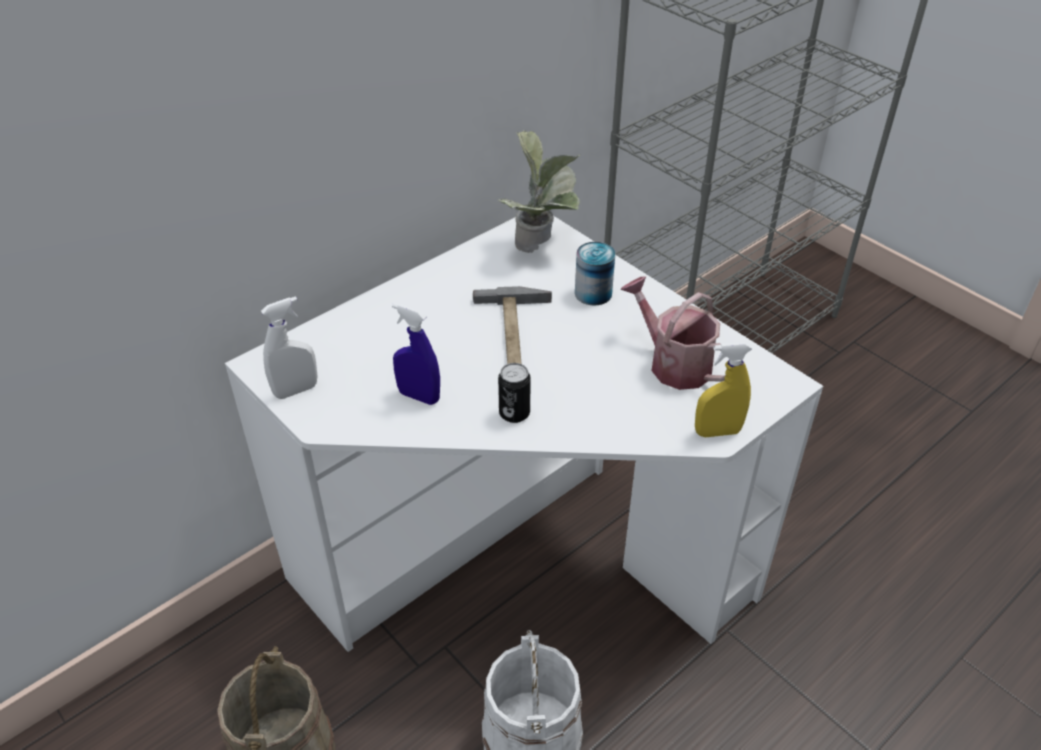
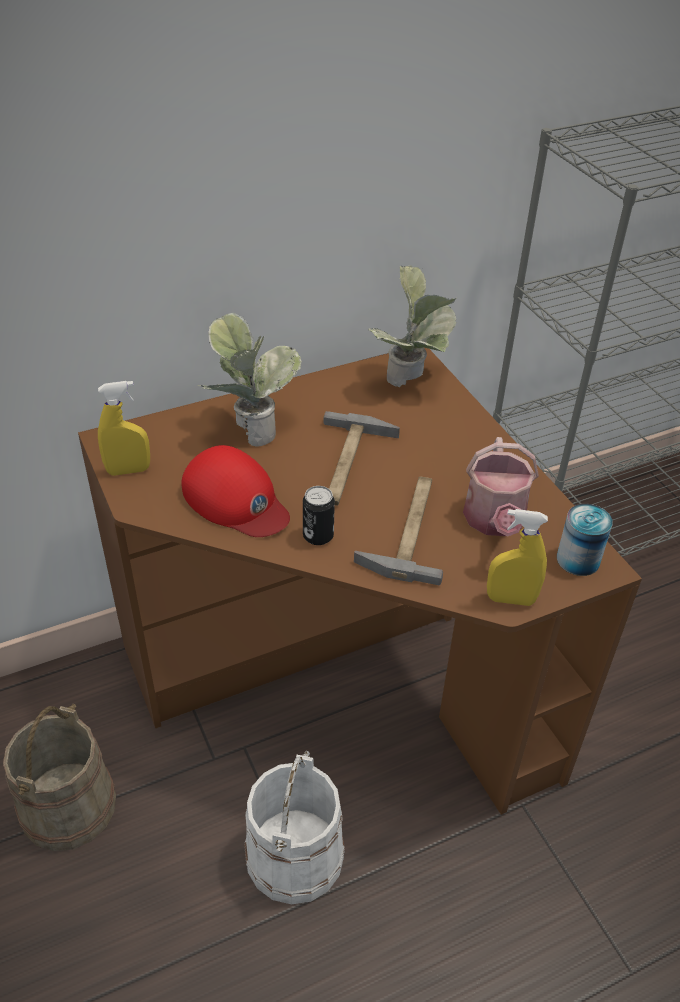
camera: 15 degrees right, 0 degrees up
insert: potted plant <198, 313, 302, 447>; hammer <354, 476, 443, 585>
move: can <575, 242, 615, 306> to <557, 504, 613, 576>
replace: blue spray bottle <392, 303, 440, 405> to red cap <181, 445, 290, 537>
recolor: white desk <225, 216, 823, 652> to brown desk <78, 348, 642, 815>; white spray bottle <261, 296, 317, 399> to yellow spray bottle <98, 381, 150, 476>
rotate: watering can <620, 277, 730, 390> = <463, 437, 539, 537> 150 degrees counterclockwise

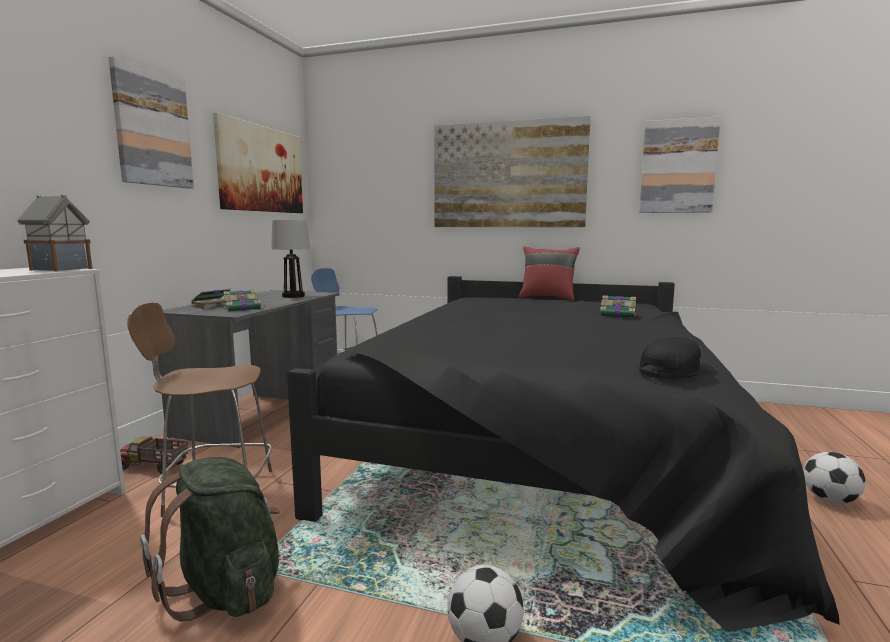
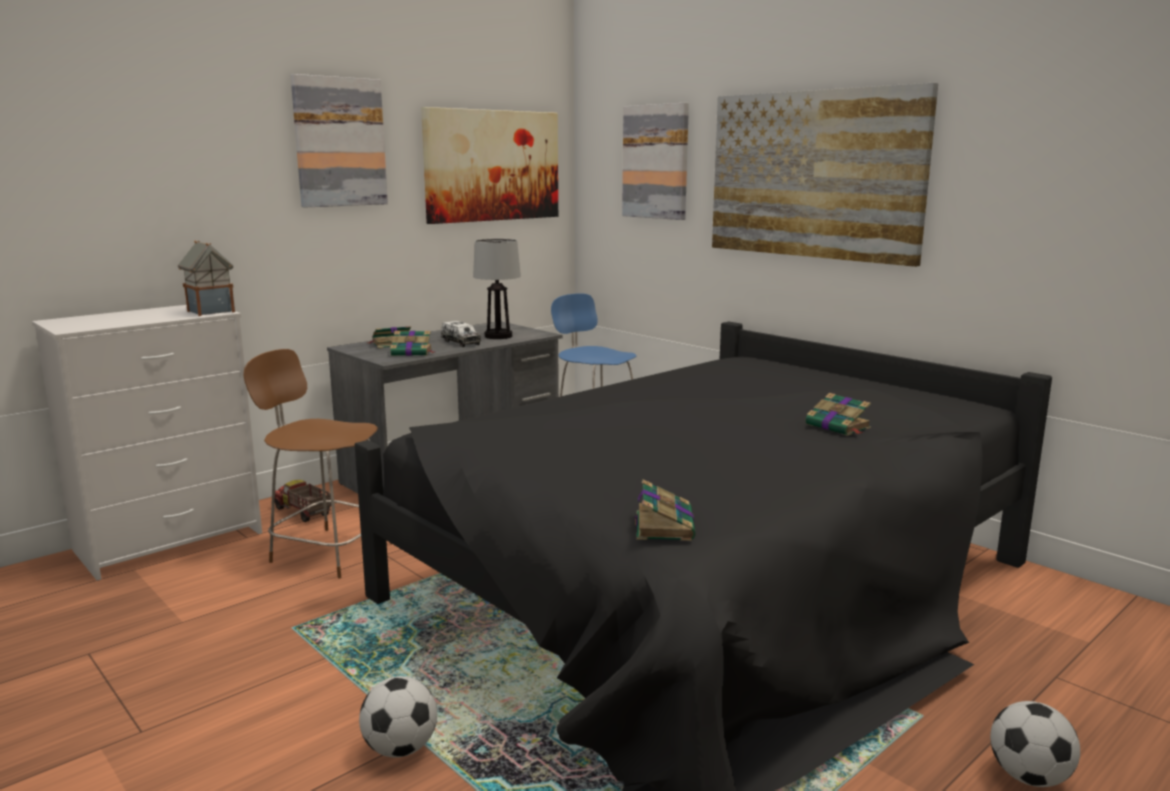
camera: 30 degrees right, 5 degrees up
delete: red pillow <519, 246, 580, 301>; green backpack <140, 457, 280, 622>
insert: toy truck <441, 321, 481, 347>
move: picture <639, 117, 721, 213> to <622, 103, 689, 220>
replace: black cap <639, 337, 719, 379> to book <634, 479, 695, 541>

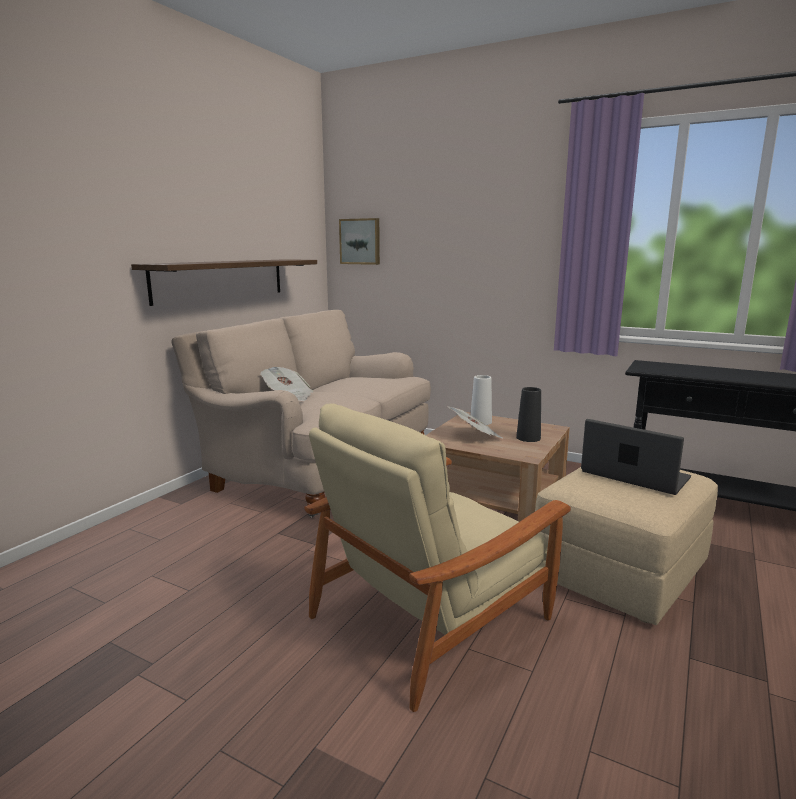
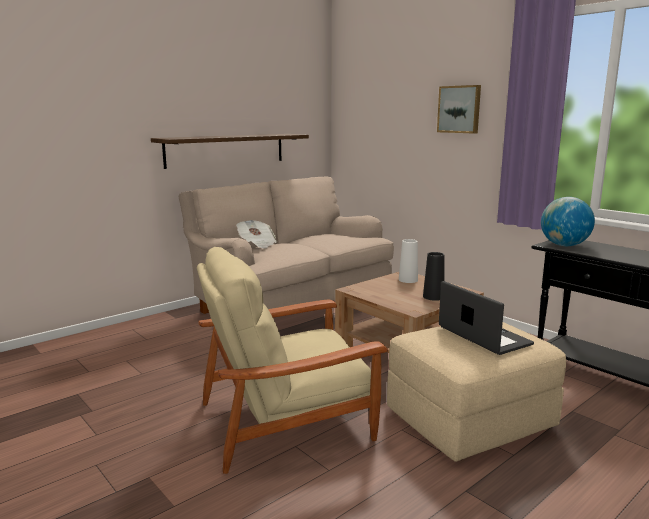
camera: 20 degrees right, 0 degrees up
delete: newspaper <448, 407, 504, 439>
insert: globe <541, 197, 595, 246>
move: picture <339, 218, 380, 265> to <437, 85, 481, 134>

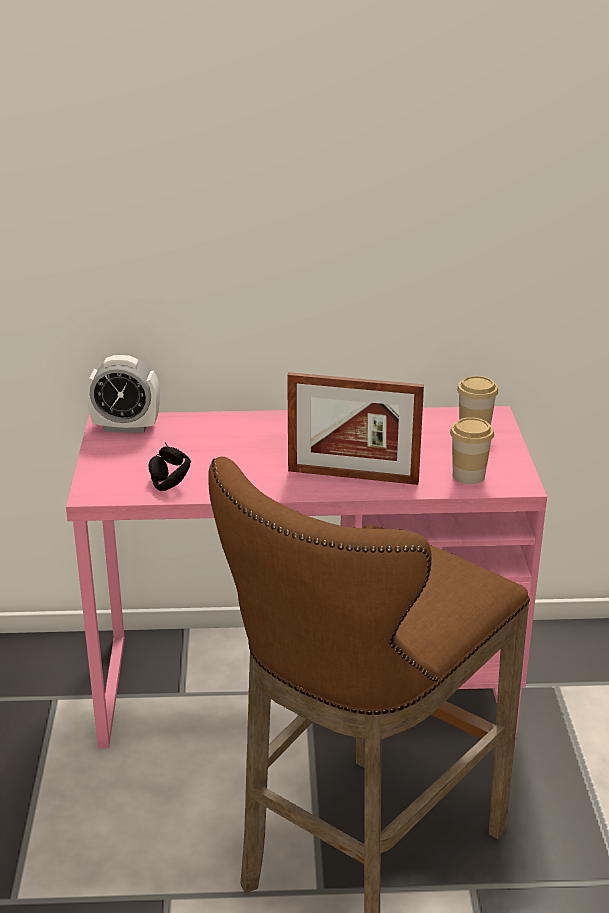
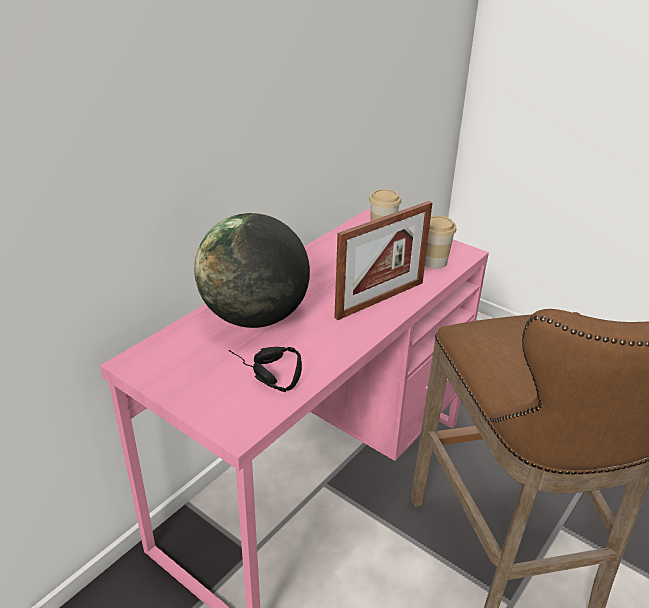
camera: 50 degrees left, 5 degrees up
delete: alarm clock <86, 355, 160, 433>
insert: globe <194, 213, 310, 328>

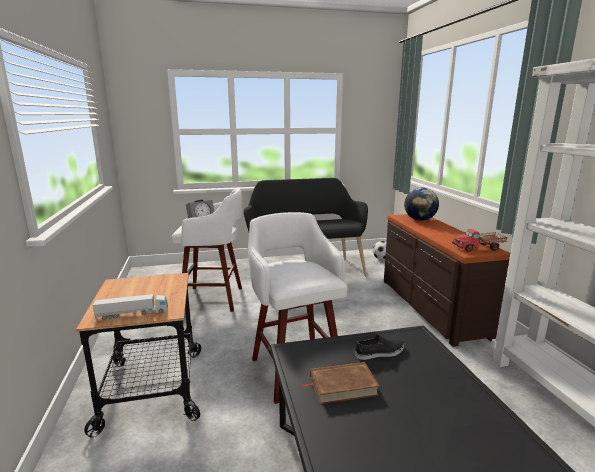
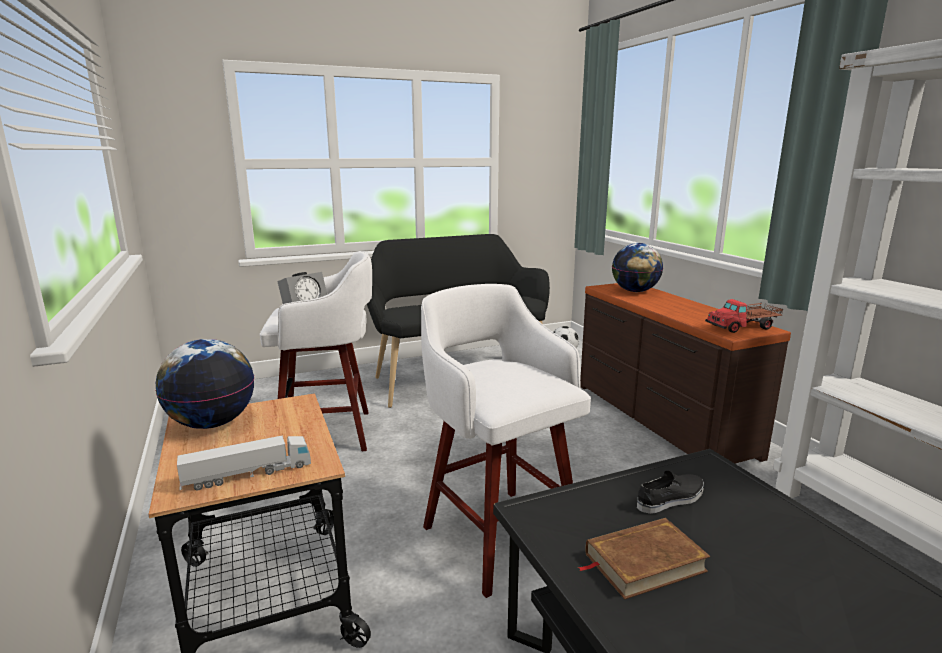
camera: 10 degrees left, 0 degrees up
insert: globe <156, 339, 254, 429>

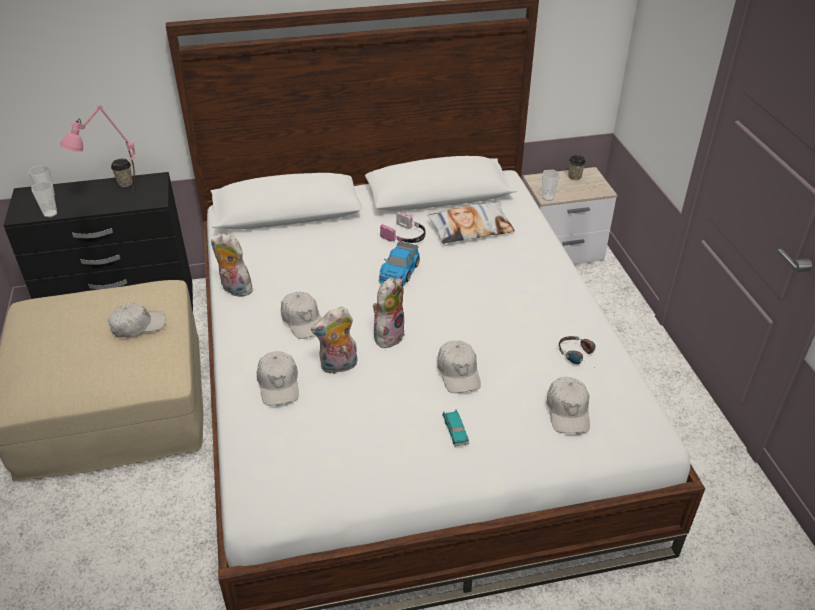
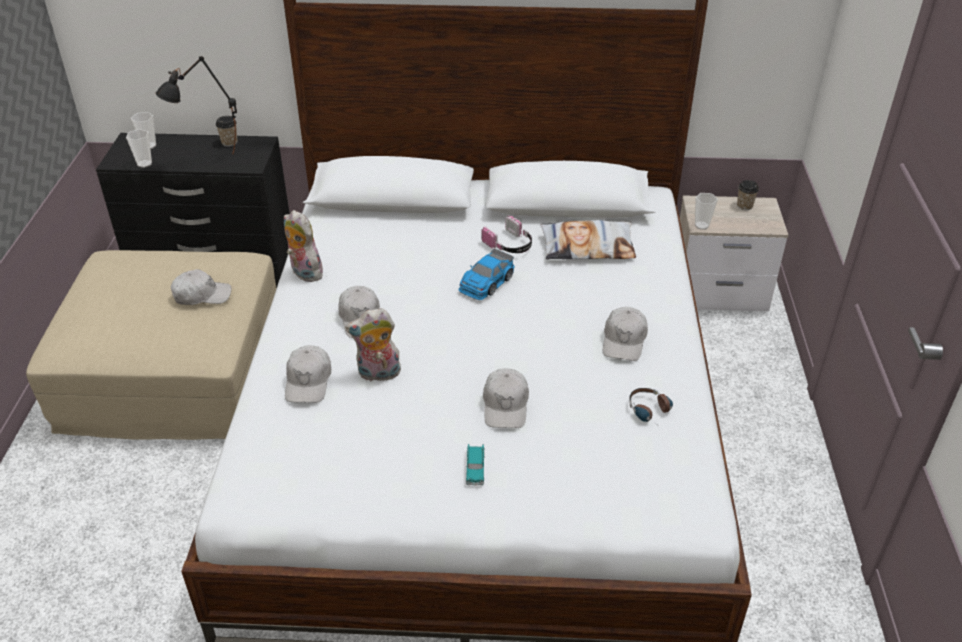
camera: 15 degrees right, 0 degrees up
delete: plush toy <373, 278, 405, 348>
move: white cap <546, 377, 590, 433> to <603, 307, 648, 361>
recolor: pink table lamp <59, 105, 136, 193> to black table lamp <156, 56, 237, 154>

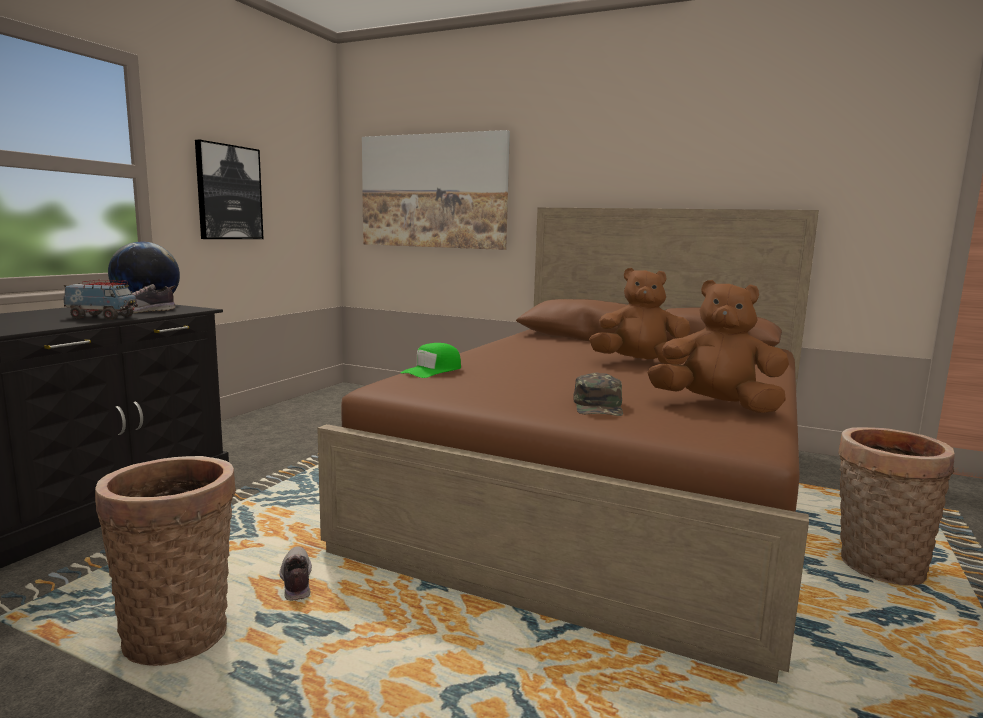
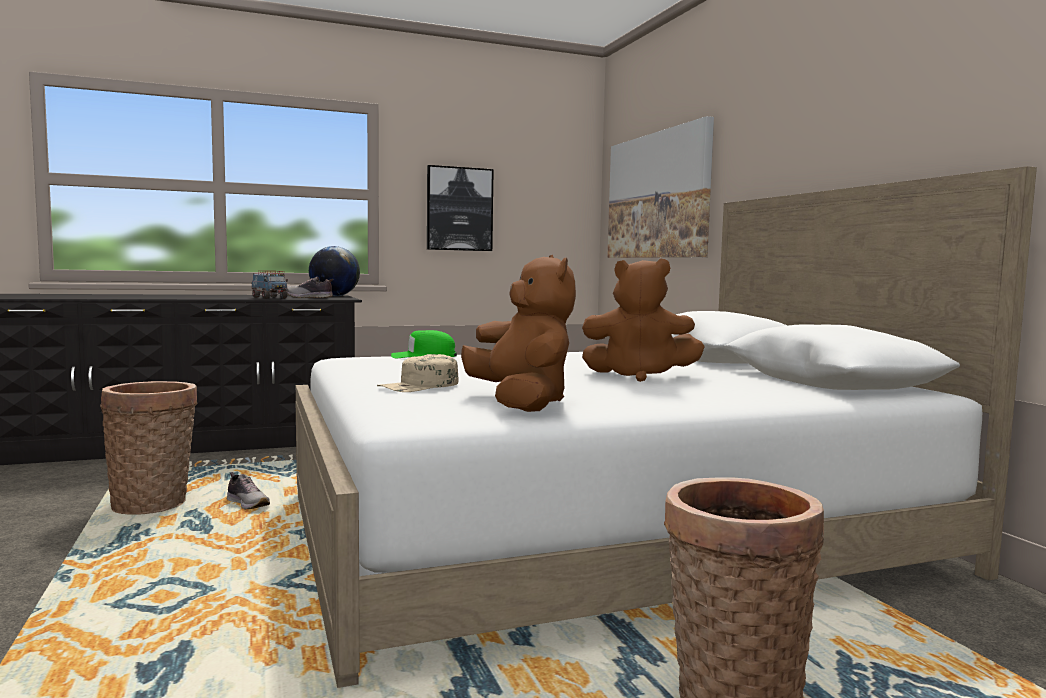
camera: 45 degrees right, 5 degrees down
recolor: brown bed <317, 208, 819, 683> to white bed <296, 166, 1037, 688>; green cap <573, 373, 623, 416> to beige cap <377, 354, 459, 392>
rotate: brown plush toy <589, 268, 690, 365> = <582, 258, 705, 382> 135 degrees clockwise; shoe <279, 546, 312, 601> = <227, 472, 270, 509> 105 degrees clockwise

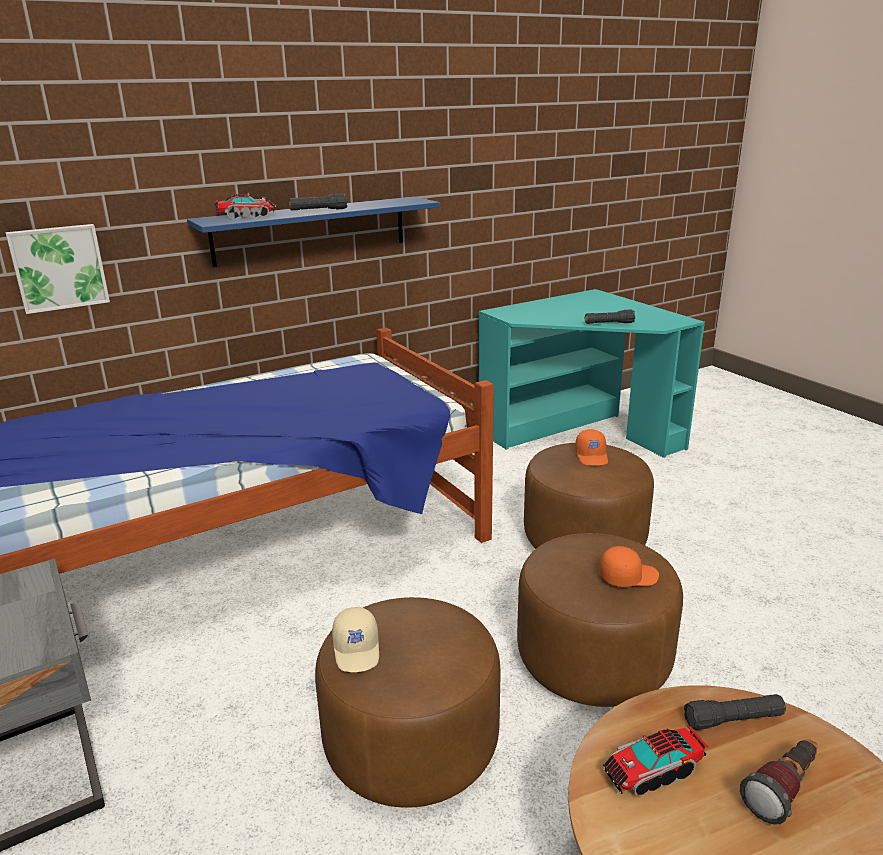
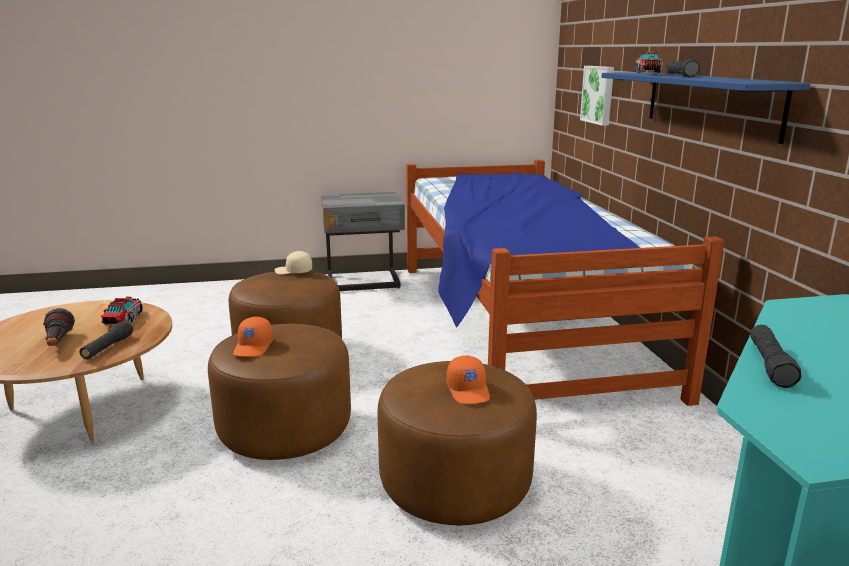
camera: 110 degrees right, 5 degrees down
rotate: orange cap <575, 429, 608, 465> = <446, 355, 490, 404> 120 degrees counterclockwise

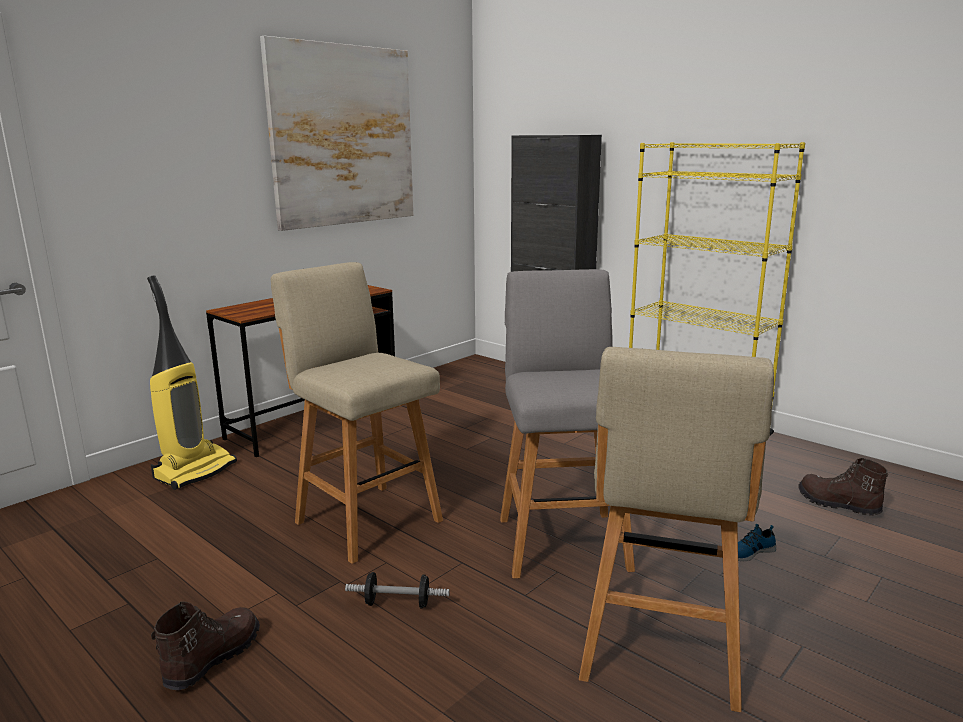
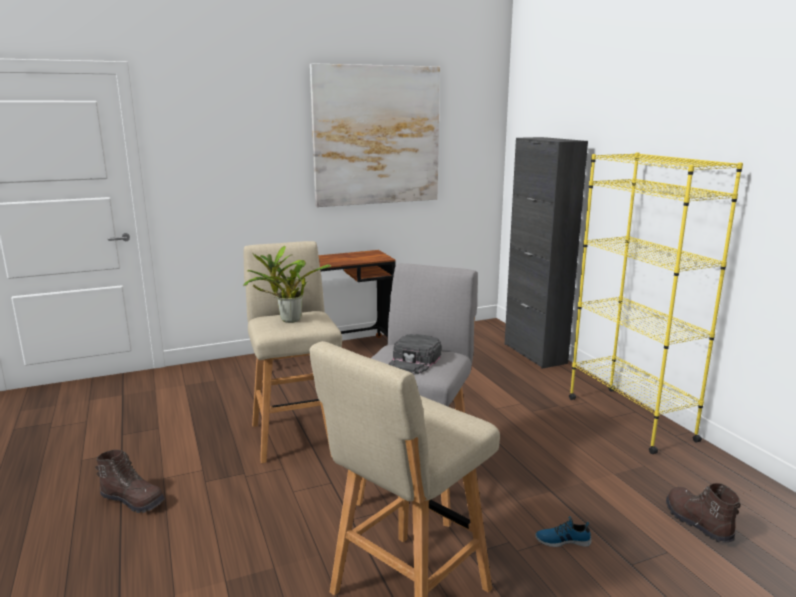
camera: 25 degrees right, 0 degrees up
delete: vacuum cleaner <147, 275, 237, 490>; dumbbell <345, 572, 450, 608>
insert: potted plant <243, 246, 331, 323>; black cap <389, 334, 441, 374>
rotate: brown boot <151, 602, 260, 690> = <95, 450, 165, 513> 60 degrees clockwise

